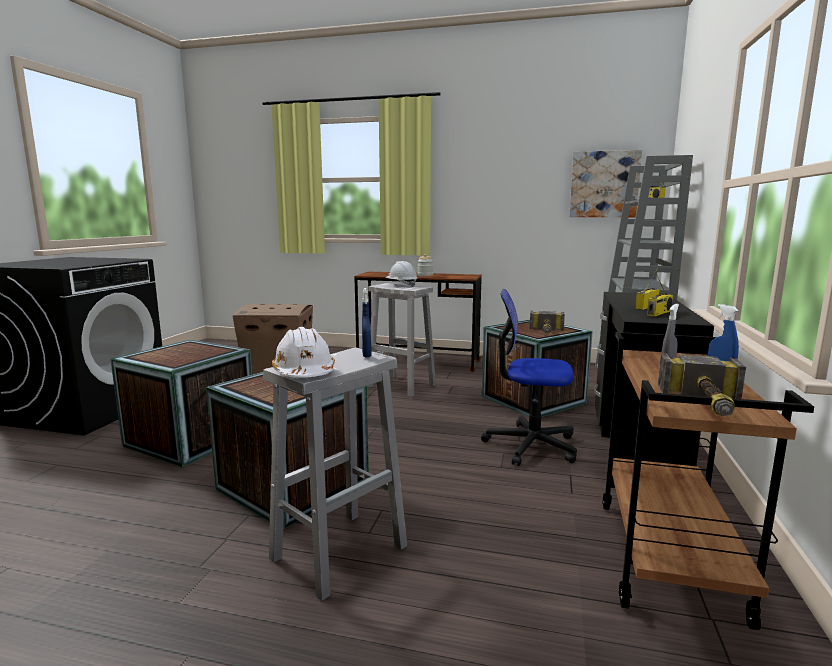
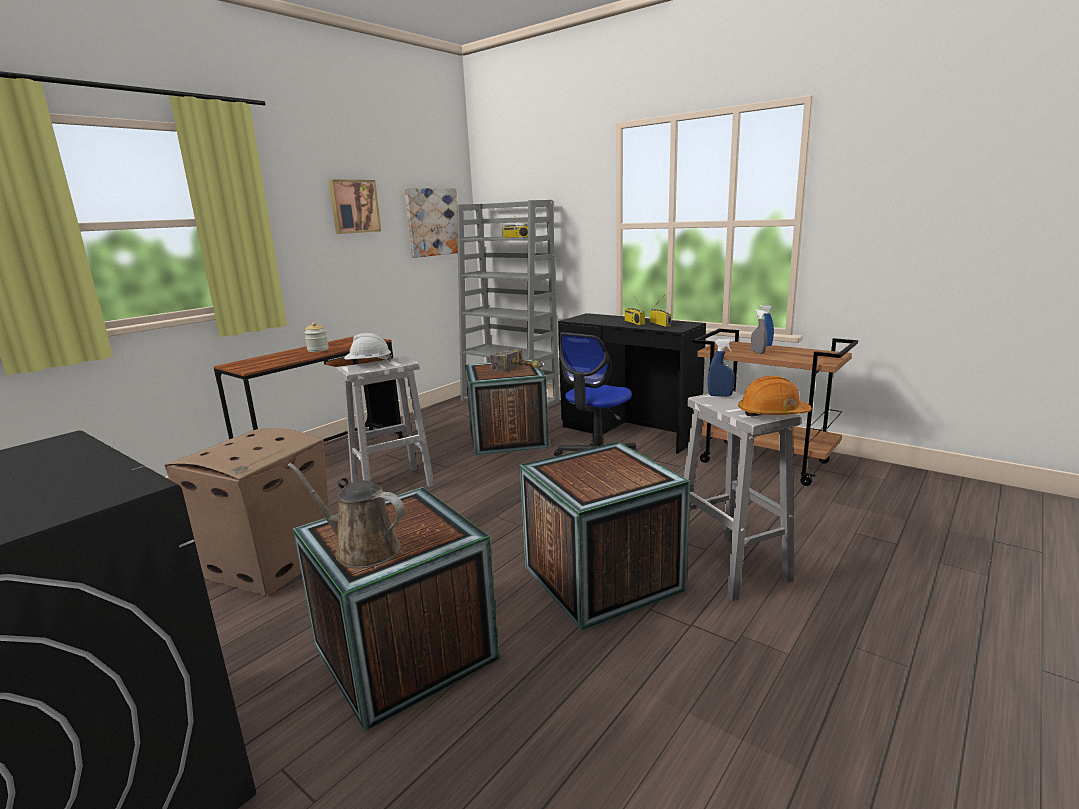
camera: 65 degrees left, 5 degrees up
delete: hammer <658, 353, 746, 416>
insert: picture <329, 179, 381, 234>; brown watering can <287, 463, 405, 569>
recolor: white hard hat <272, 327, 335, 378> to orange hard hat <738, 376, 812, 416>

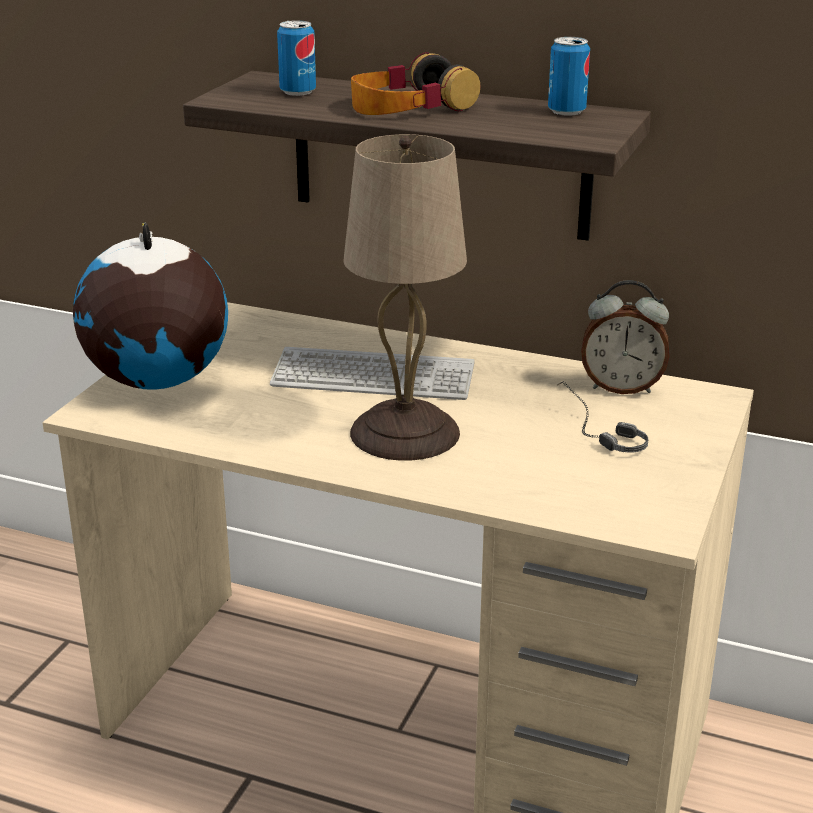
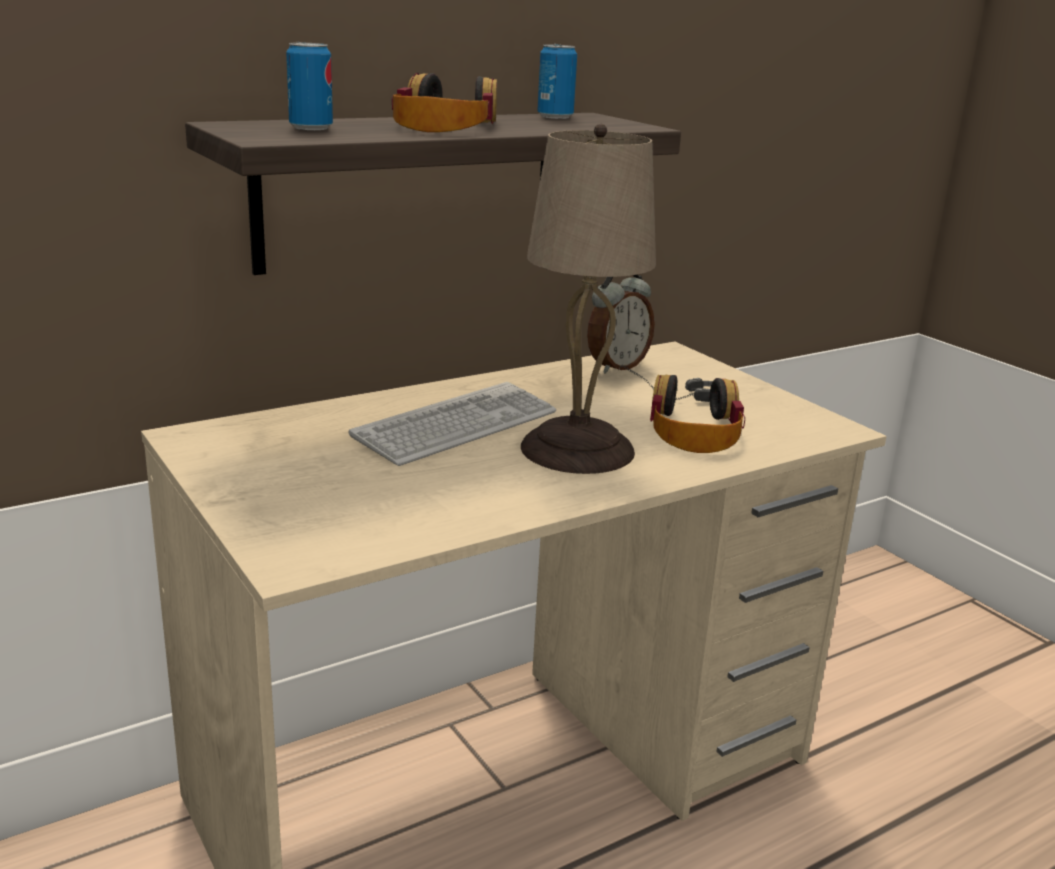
camera: 55 degrees left, 5 degrees down
delete: globe <73, 222, 228, 390>
insert: headphones <650, 375, 745, 453>

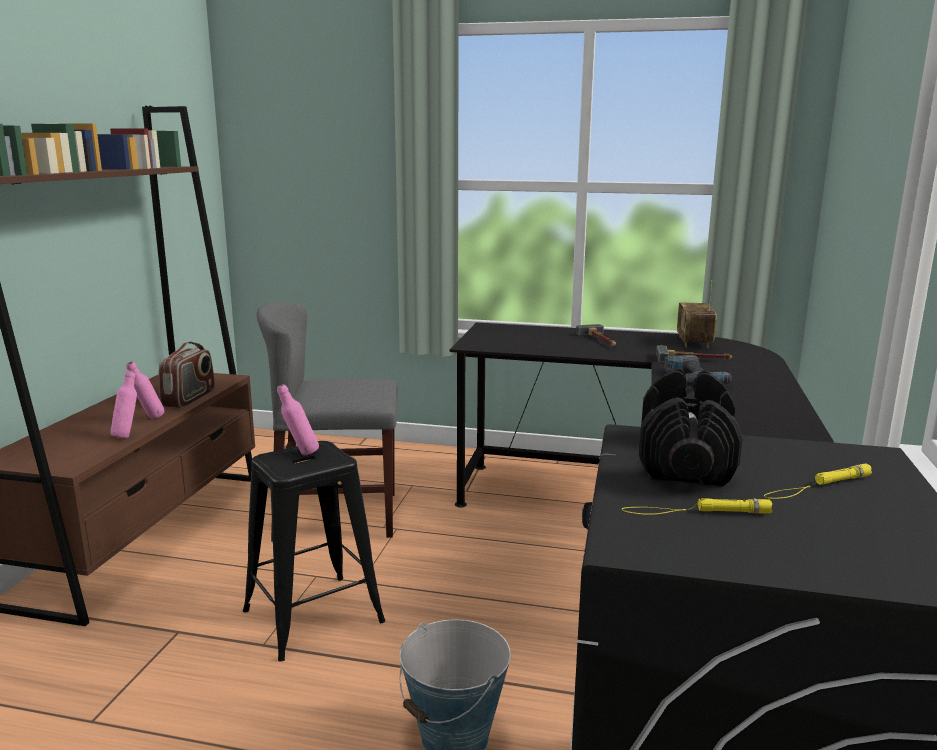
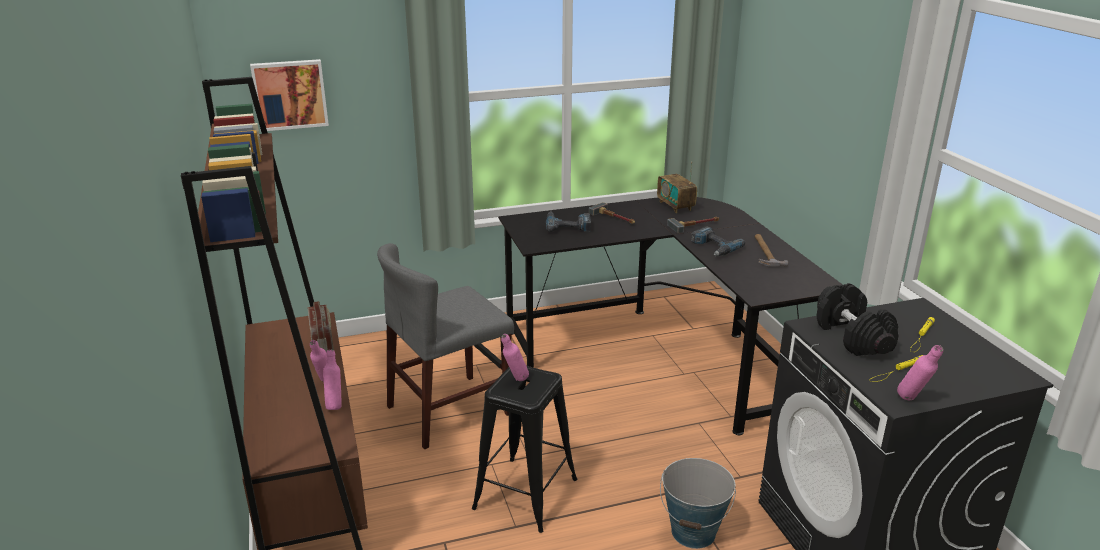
camera: 30 degrees left, 10 degrees up
insert: picture <250, 59, 329, 131>; power drill <546, 212, 591, 232>; hammer <755, 234, 788, 267>; pink bottle <897, 345, 943, 400>

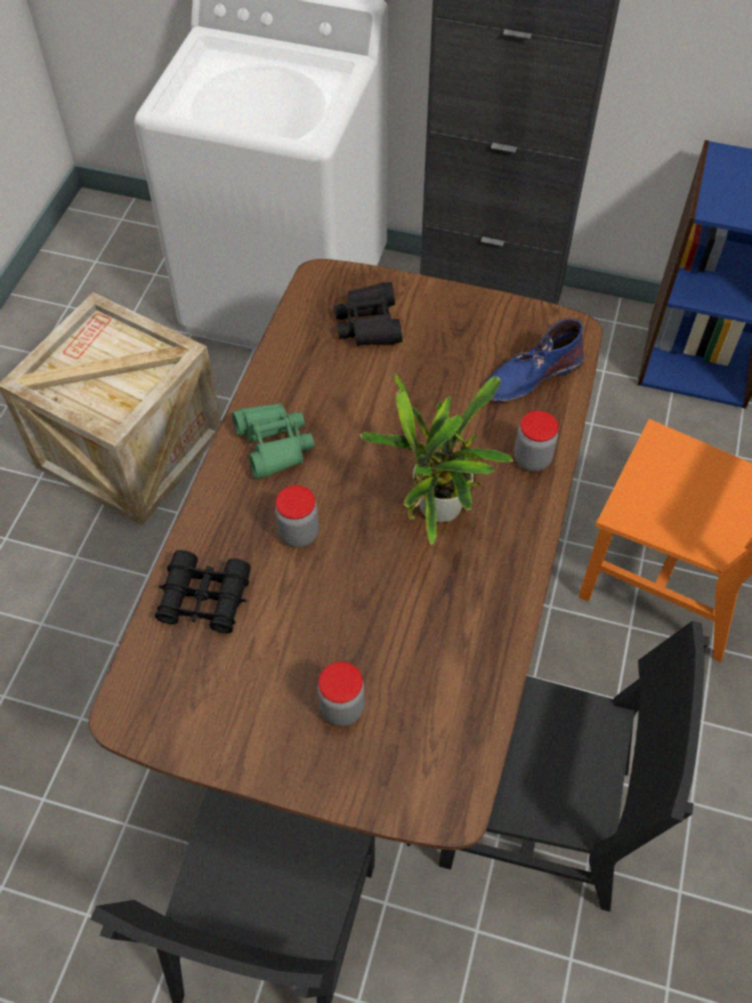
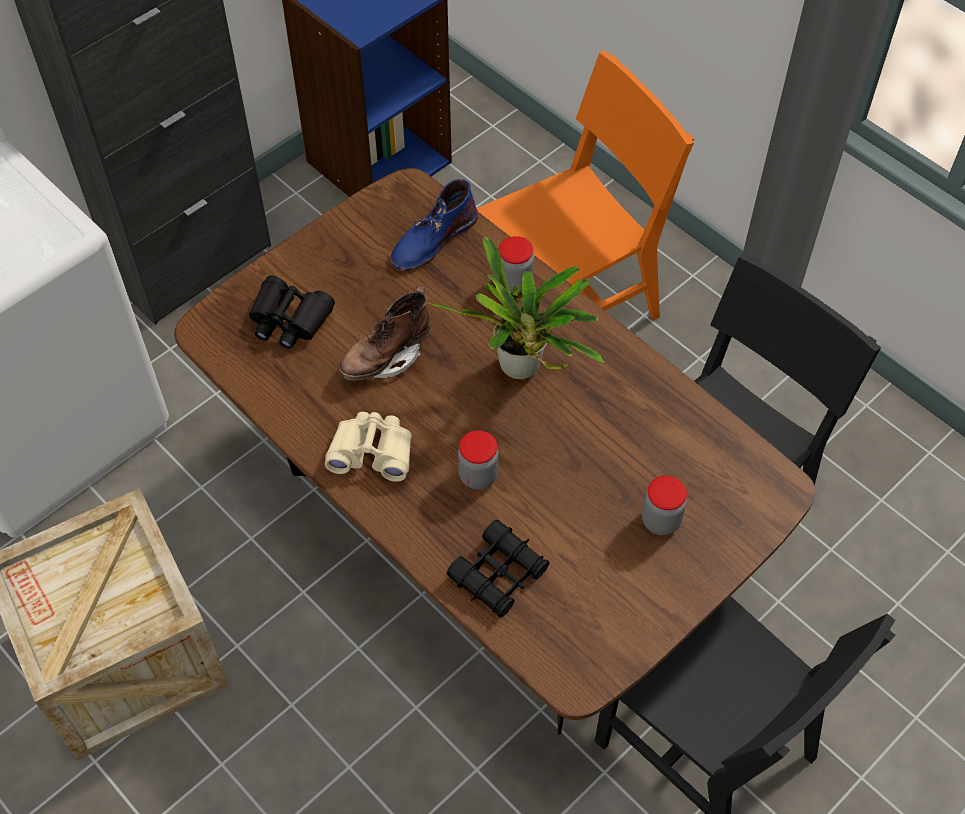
camera: 60 degrees left, 0 degrees up
insert: brown boot <338, 285, 431, 381>
recolor: green binoculars <232, 403, 314, 479> to beige binoculars <325, 412, 412, 482>
rotate: blue boot <484, 319, 584, 403> = <390, 179, 478, 271> 45 degrees clockwise

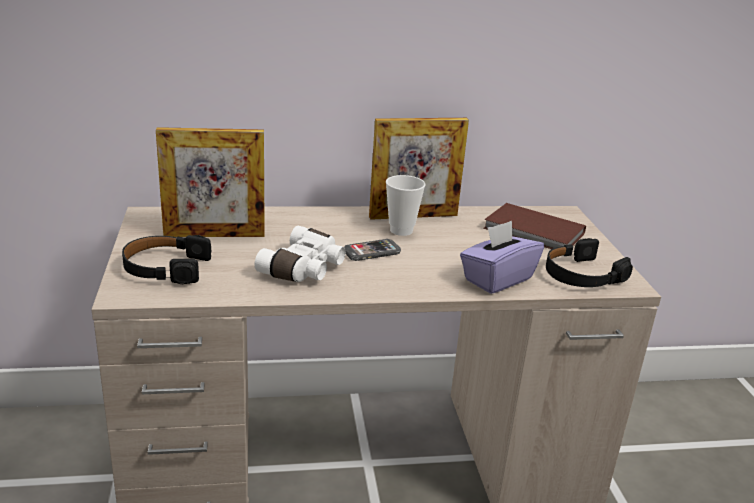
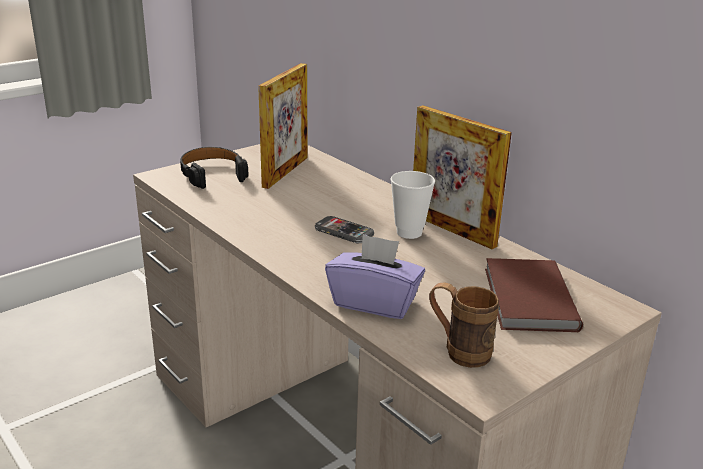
camera: 60 degrees right, 0 degrees up
delete: white binoculars <255, 226, 346, 282>
replace: black headphones <546, 238, 633, 287> to brown mug <429, 282, 499, 368>
rotate: picture frame <156, 127, 265, 237> = <258, 63, 307, 189> 120 degrees counterclockwise

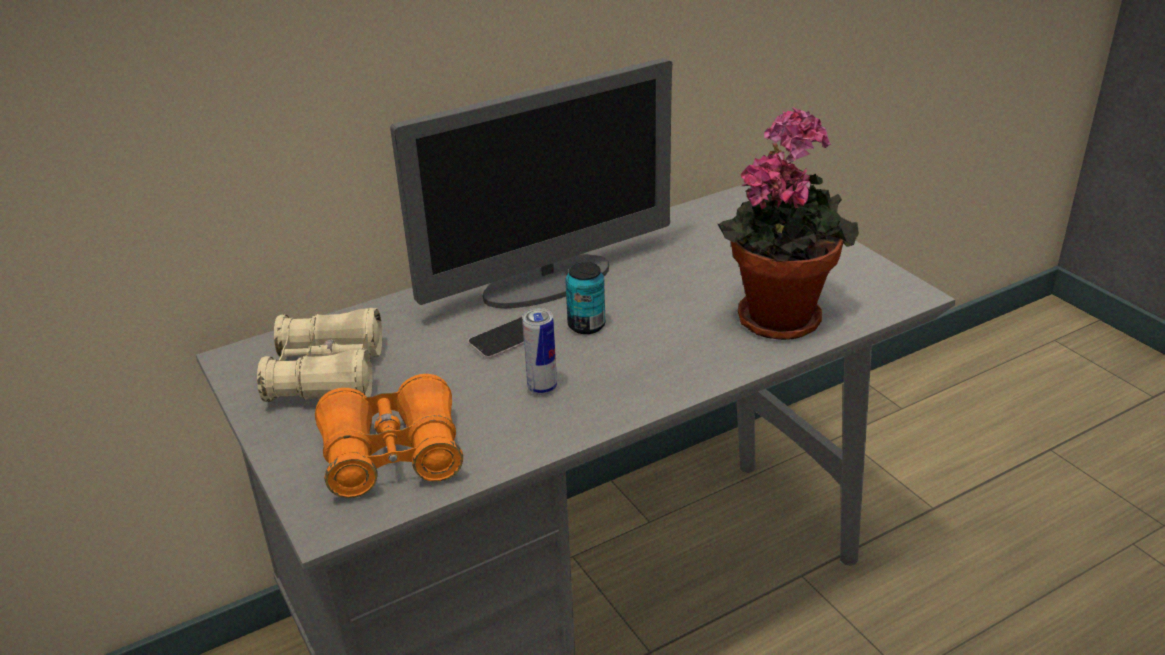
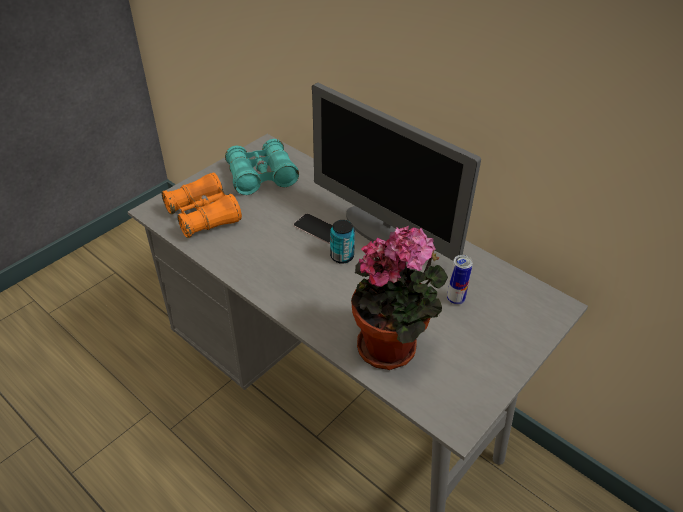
camera: 70 degrees right, 10 degrees up
move: can <522, 308, 557, 395> to <447, 255, 473, 305>
recolor: beige binoculars <257, 308, 382, 402> to turquoise binoculars <225, 139, 299, 195>

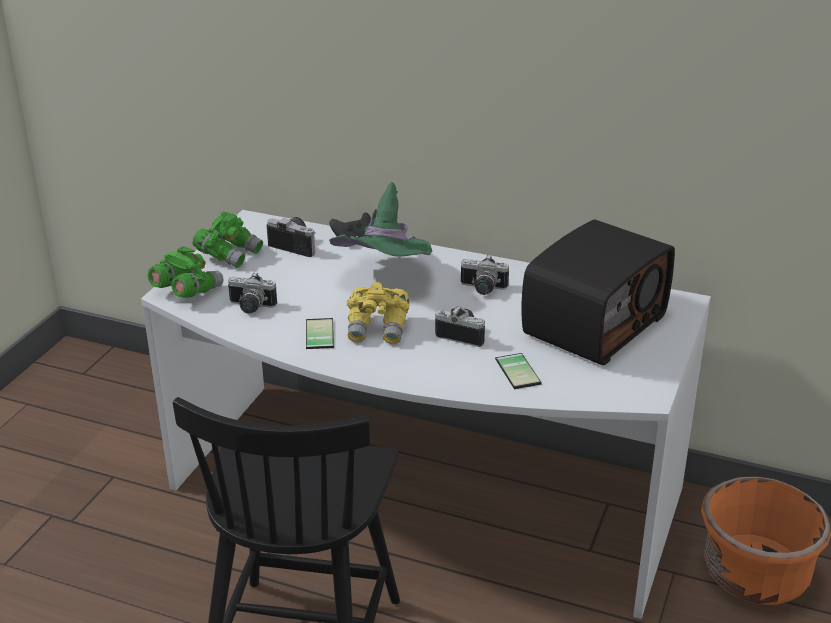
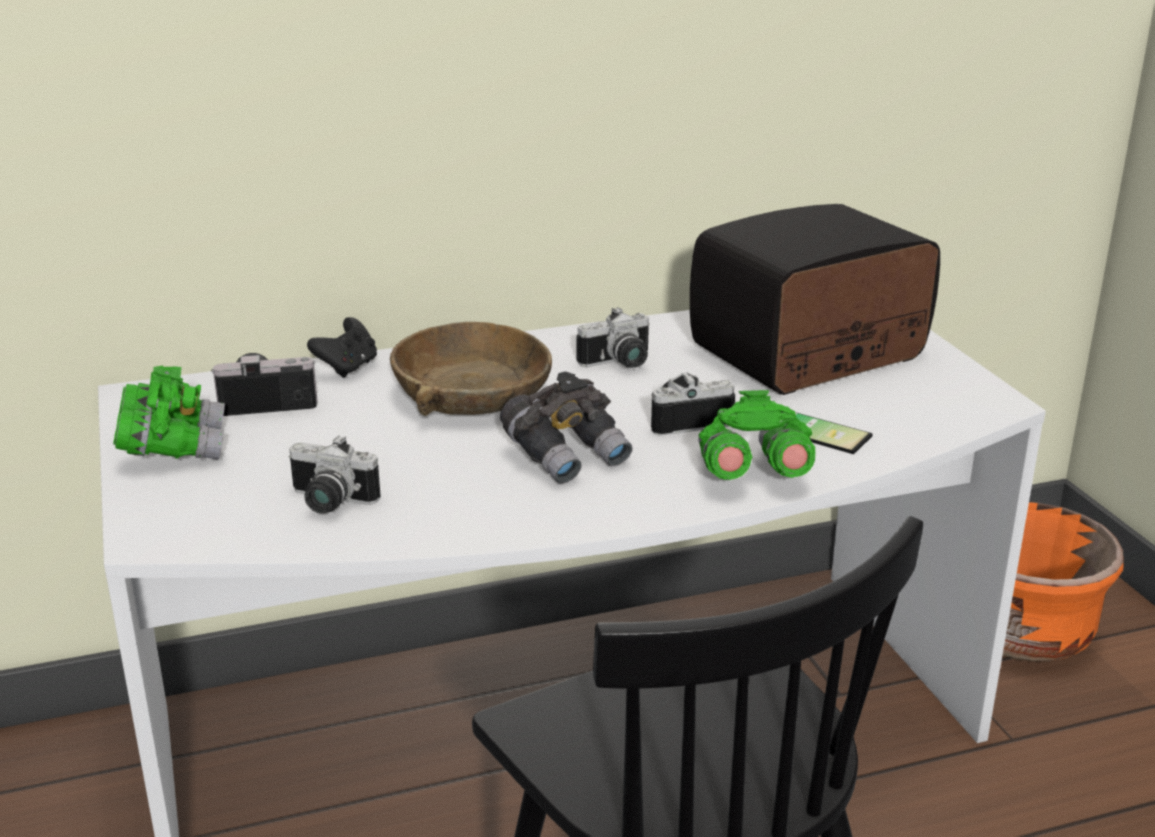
camera: 40 degrees left, 5 degrees down
delete: phone <306, 318, 334, 349>
move: green binoculars <148, 246, 223, 298> to <698, 390, 815, 480>
replace: green hat <329, 182, 432, 257> to brown bowl <390, 322, 552, 416>
recolor: yellow binoculars <346, 282, 410, 344> to grey binoculars <500, 372, 633, 484>
rotate: radio <521, 219, 675, 365> = <690, 204, 940, 395> 120 degrees counterclockwise; photo camera <228, 272, 277, 314> = <289, 436, 380, 513> 45 degrees clockwise

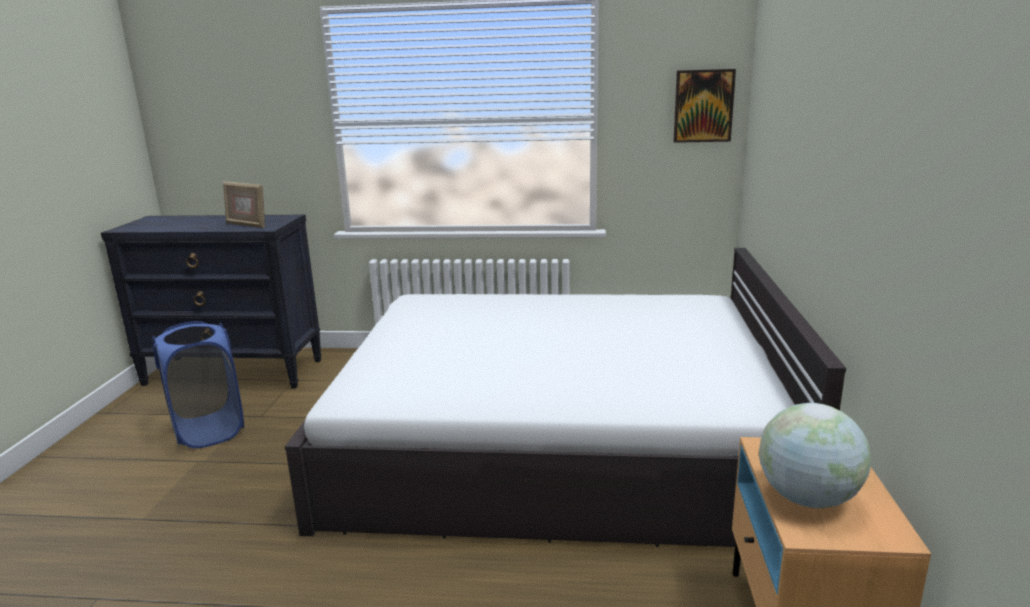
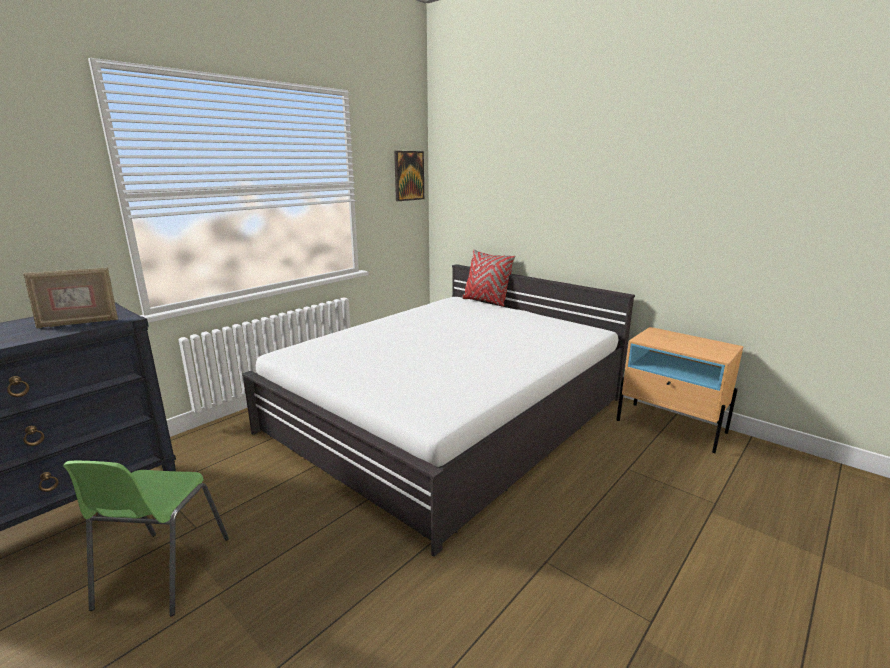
camera: 55 degrees left, 0 degrees up
delete: globe <759, 403, 871, 508>
insert: red pillow <462, 249, 515, 307>
replace: blue laundry basket <153, 321, 244, 449> to green chair <63, 461, 229, 616>

